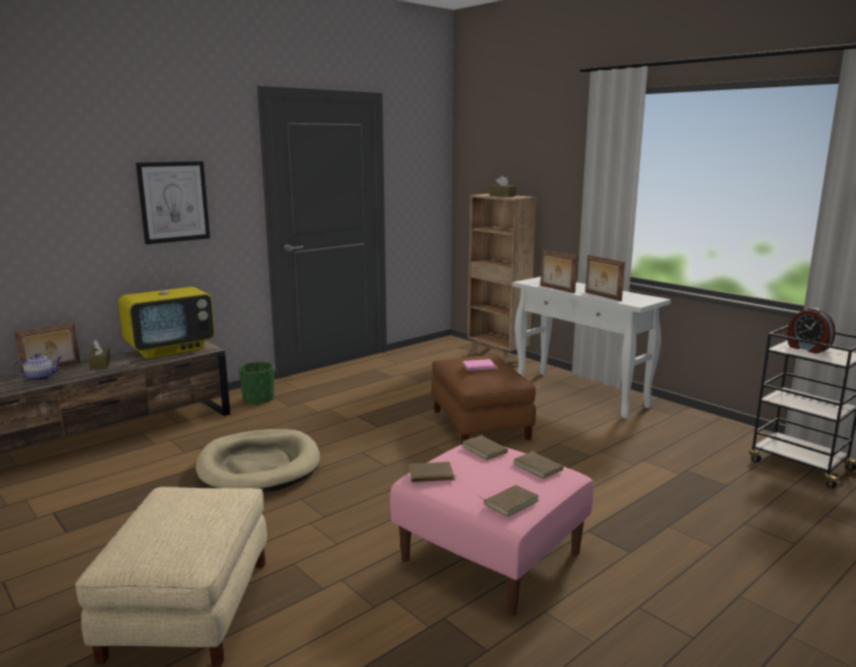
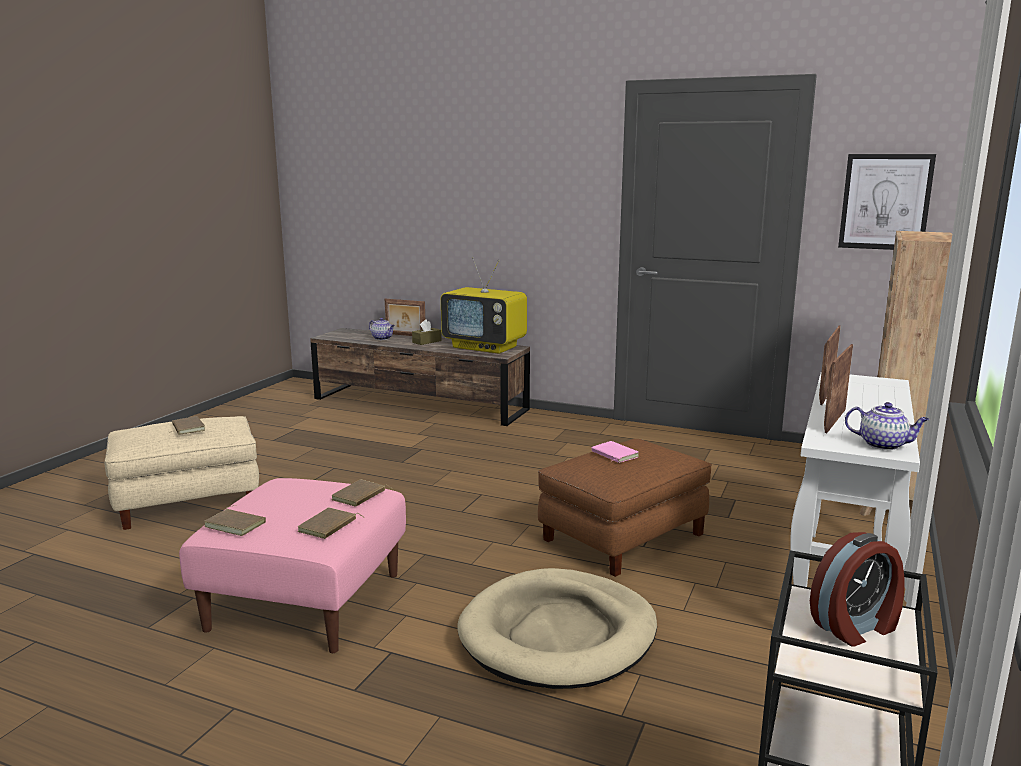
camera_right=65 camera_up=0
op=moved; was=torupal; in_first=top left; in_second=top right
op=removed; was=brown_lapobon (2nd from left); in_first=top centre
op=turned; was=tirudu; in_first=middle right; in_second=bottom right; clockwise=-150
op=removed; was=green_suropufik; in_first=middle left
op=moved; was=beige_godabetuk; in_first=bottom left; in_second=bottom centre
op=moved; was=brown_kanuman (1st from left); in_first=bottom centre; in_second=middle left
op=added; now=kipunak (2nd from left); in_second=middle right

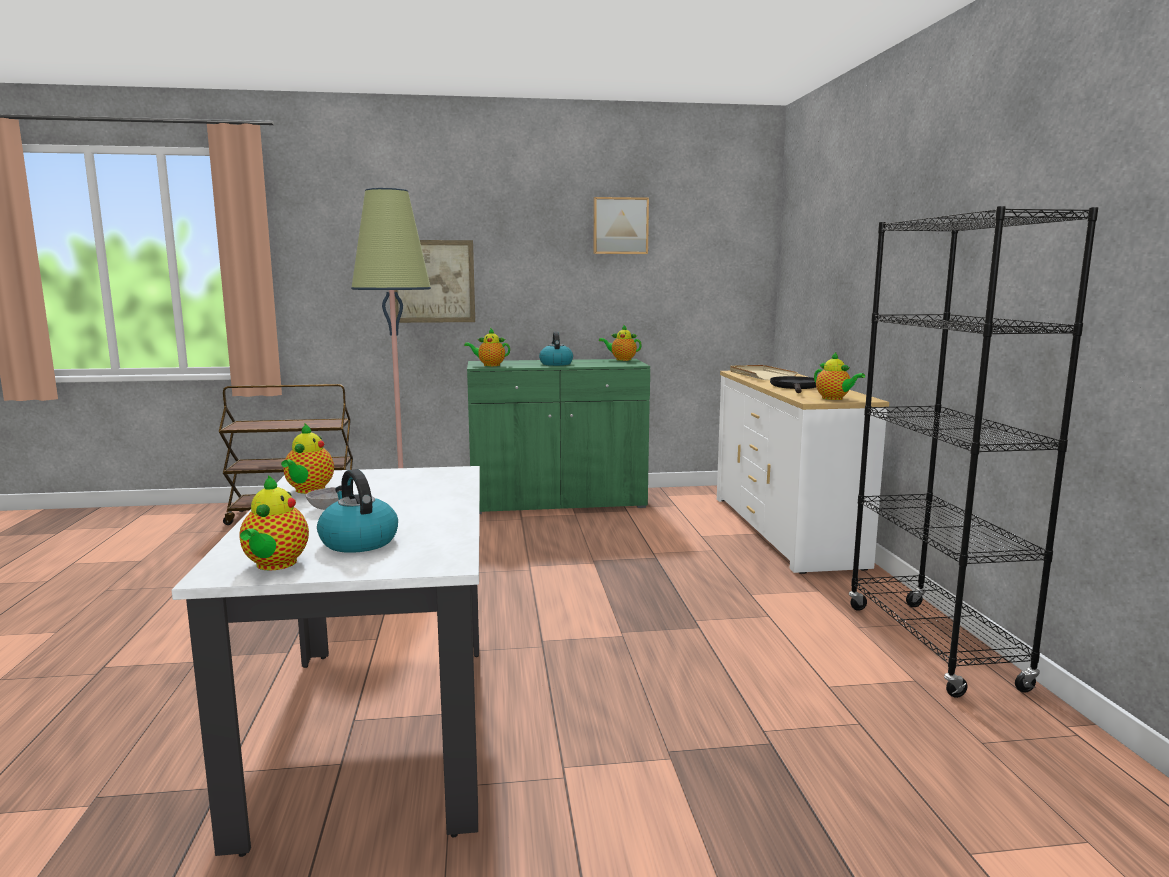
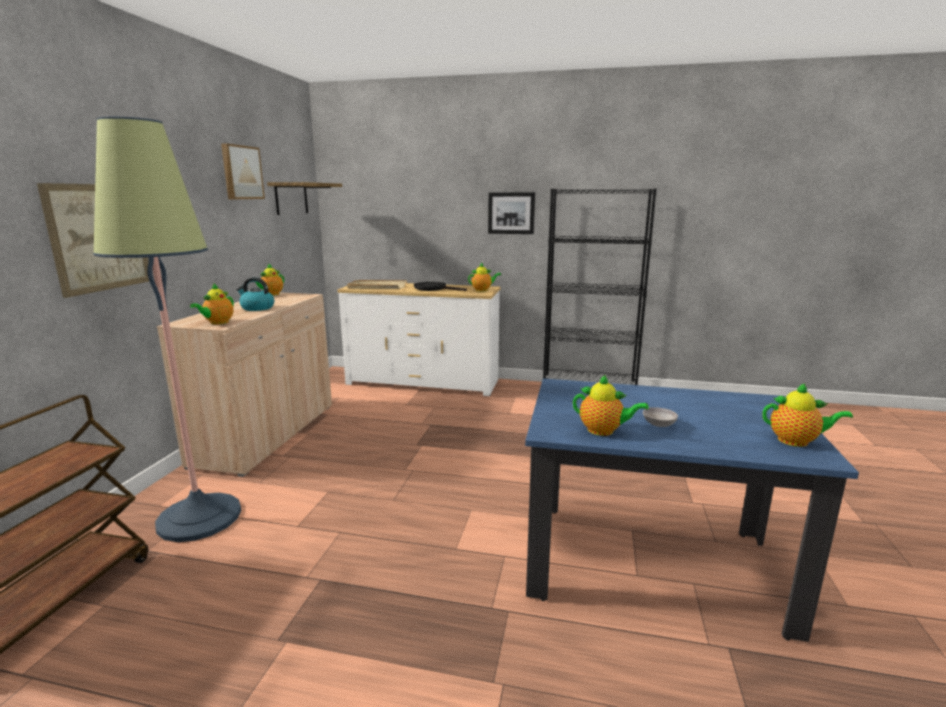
camera_right=-70 camera_up=5
op=recoloured; was=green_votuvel; now=beige_votuvel; in_first=centre; in_second=middle left
op=recoloured; was=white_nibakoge; now=blue_nibakoge; in_first=bottom left; in_second=bottom right
op=removed; was=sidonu (1st from left); in_first=middle left
op=added; now=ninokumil; in_second=top left
op=added; now=torupal (3rd from left); in_second=top centre

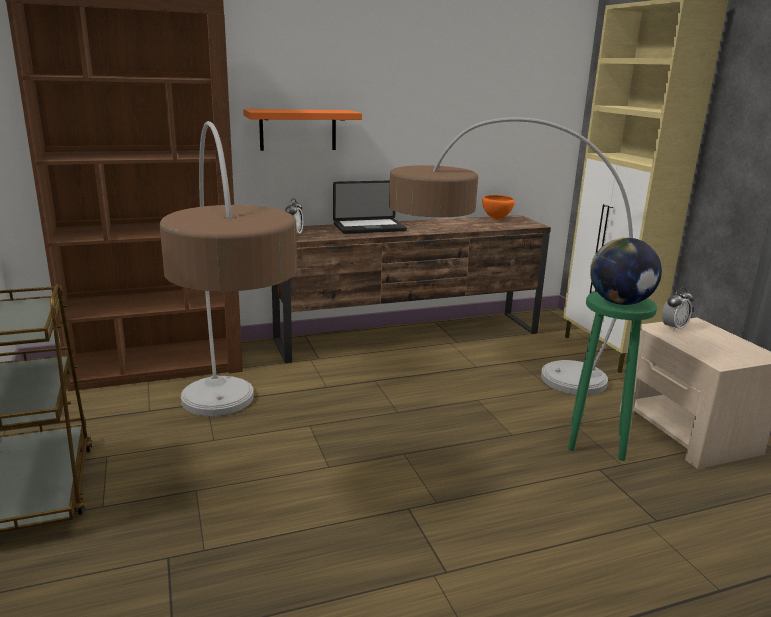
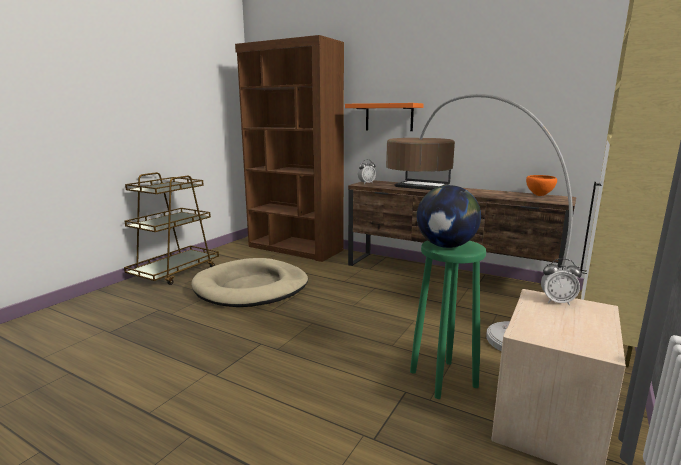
camera_right=50 camera_up=-5
op=replaced; was=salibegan (1st from left); now=beige_godabetuk; in_first=middle left; in_second=centre

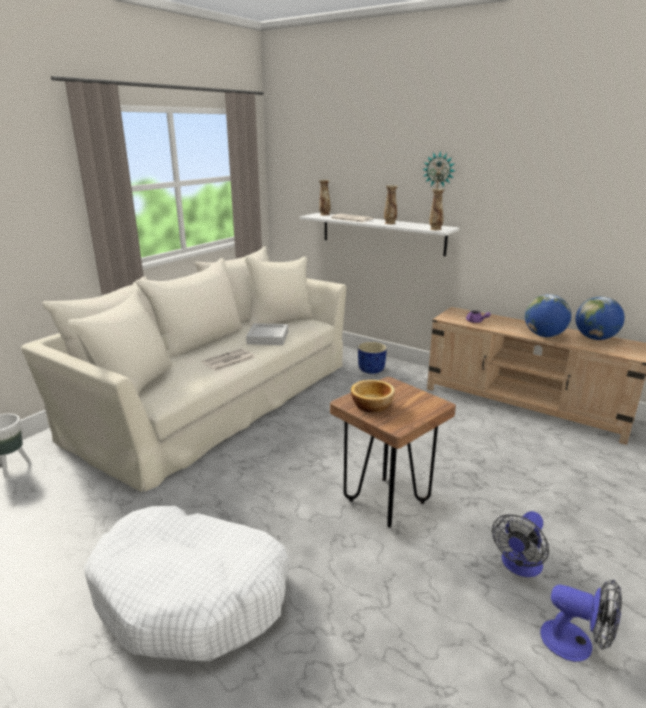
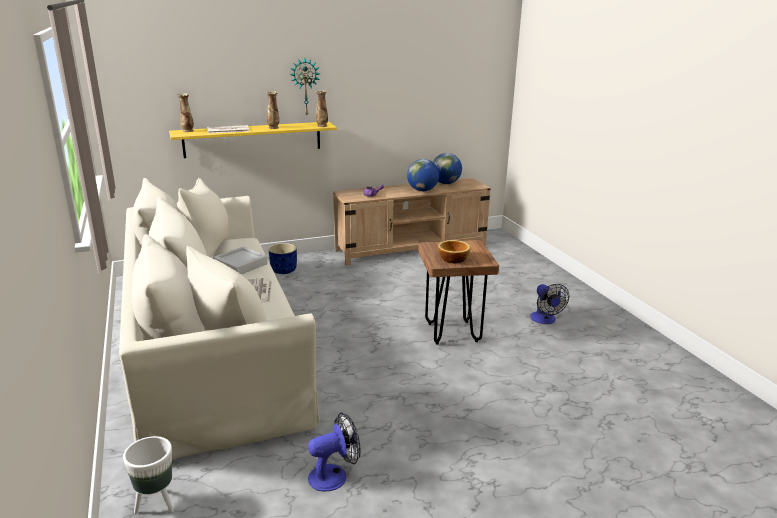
camera_right=-55 camera_up=0
op=recoloured; was=white_ninokumil; now=yellow_ninokumil; in_first=top centre; in_second=top left
op=removed; was=white_godabetuk; in_first=bottom left
op=moved; was=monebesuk (2nd from left in the first image); now=monebesuk (1st from left); in_first=bottom right; in_second=bottom centre

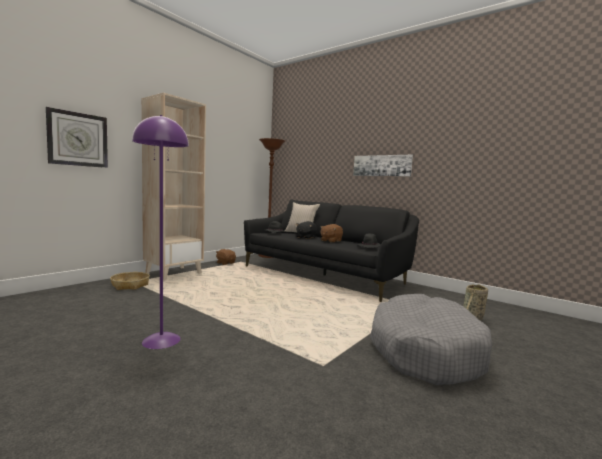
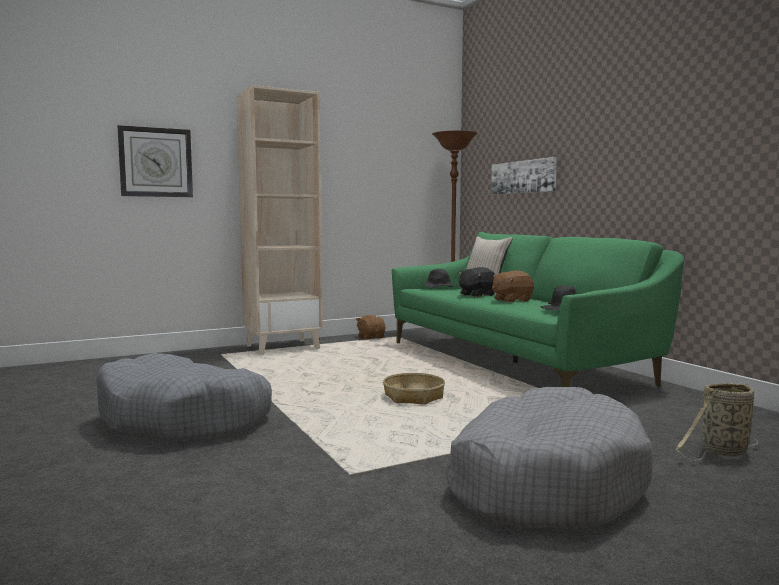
camera_right=25 camera_up=0
op=replaced; was=purple_salibegan; now=grey_godabetuk (1st from left); in_first=middle left; in_second=bottom left
op=moved; was=torupal; in_first=centre; in_second=top right
op=recoloured; was=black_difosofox; now=green_difosofox; in_first=centre; in_second=middle right
op=moved; was=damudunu (1st from left); in_first=middle left; in_second=centre

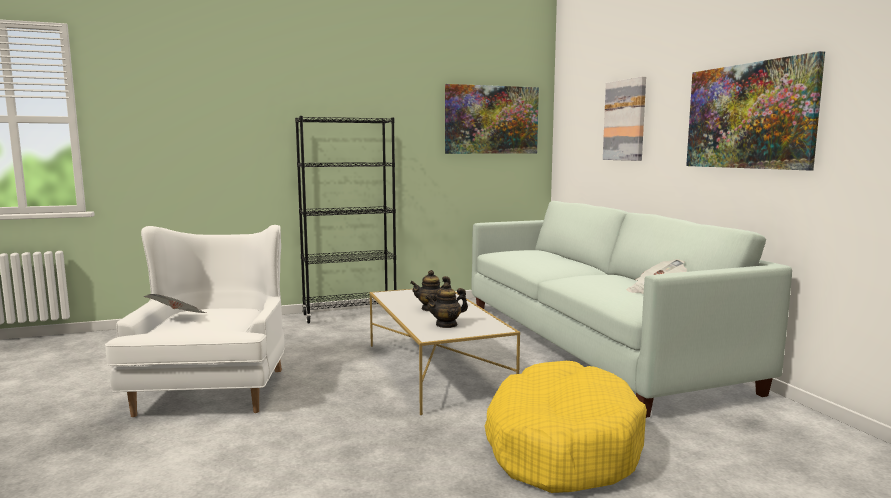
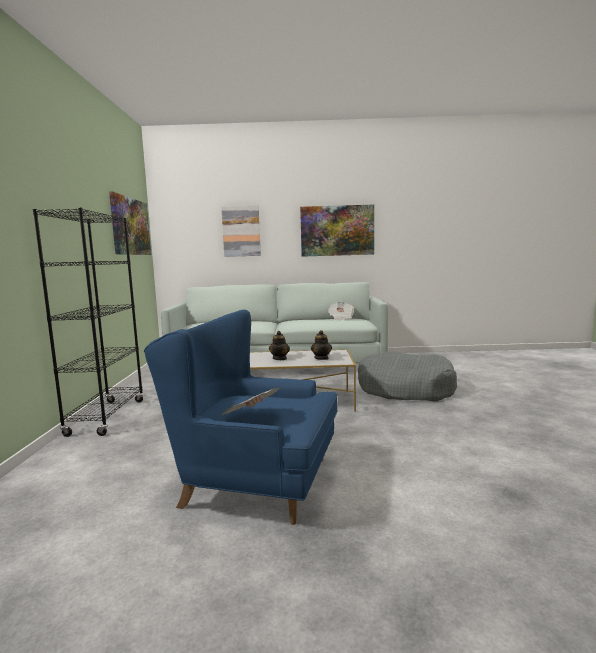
camera_right=-70 camera_up=0
op=recoloured; was=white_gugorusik; now=blue_gugorusik; in_first=middle left; in_second=centre
op=recoloured; was=yellow_godabetuk; now=grey_godabetuk; in_first=bottom centre; in_second=middle right

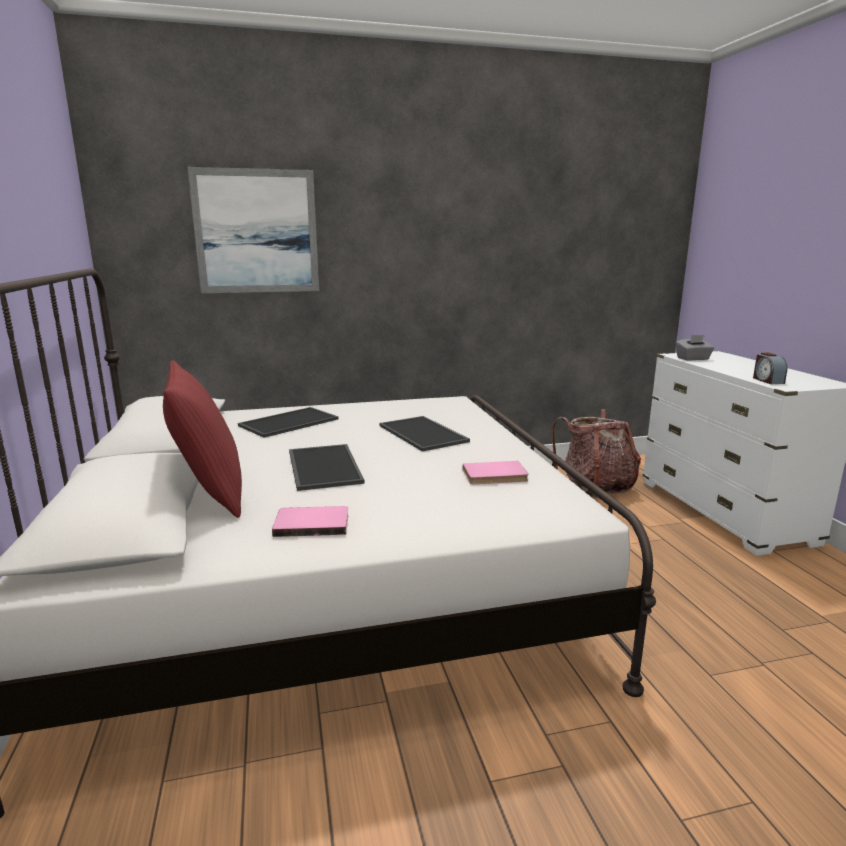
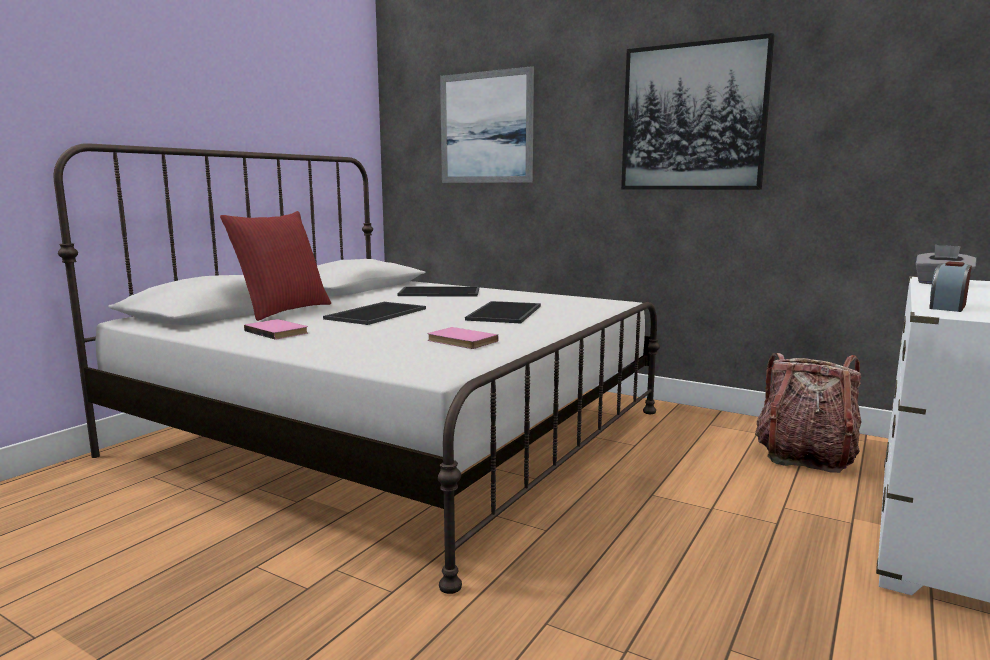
camera_right=45 camera_up=-5
op=added; now=torupal (2nd from left); in_second=top right

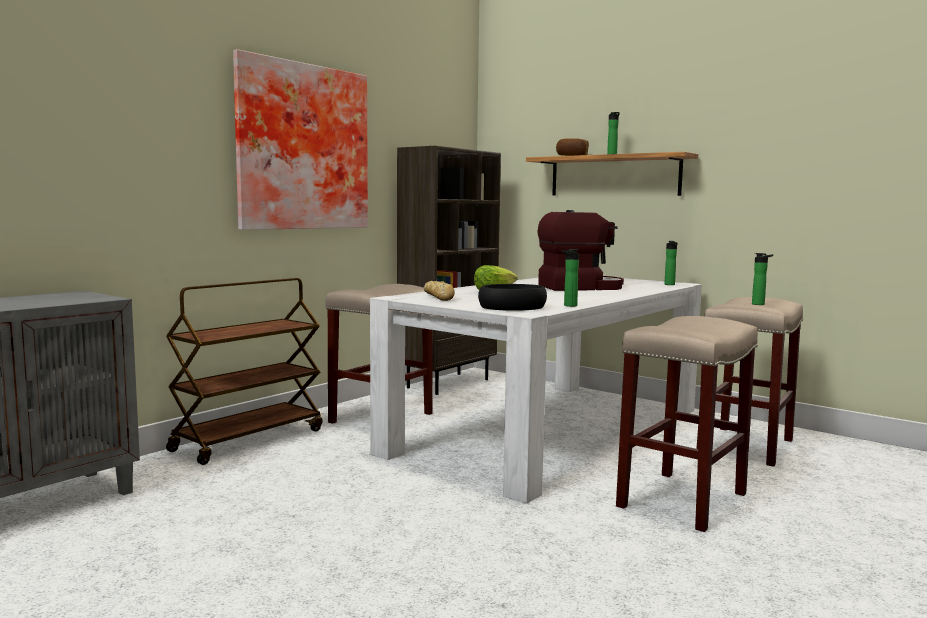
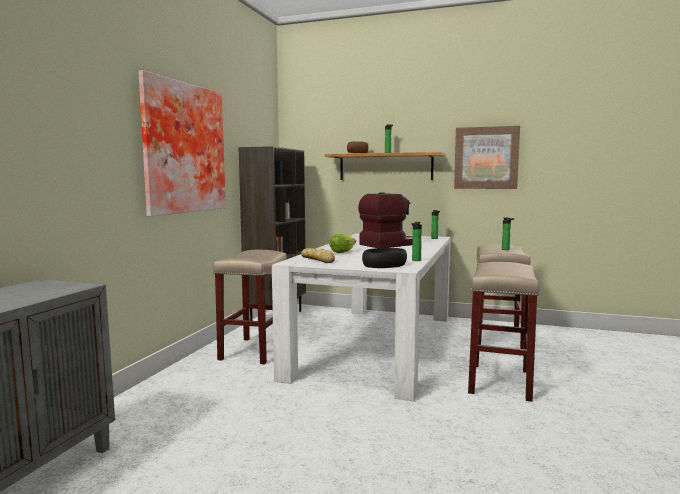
camera_right=-20 camera_up=0
op=removed; was=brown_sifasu; in_first=middle left
op=added; now=torupal (2nd from left); in_second=top right

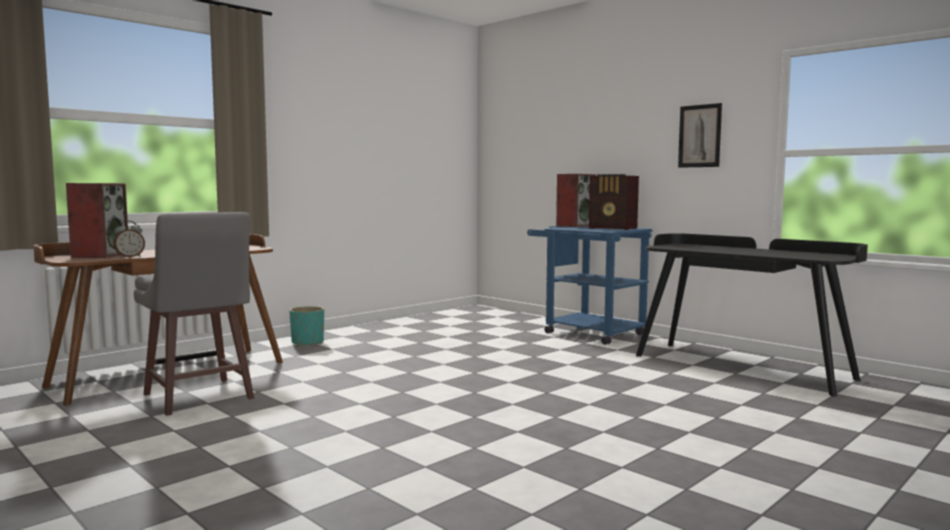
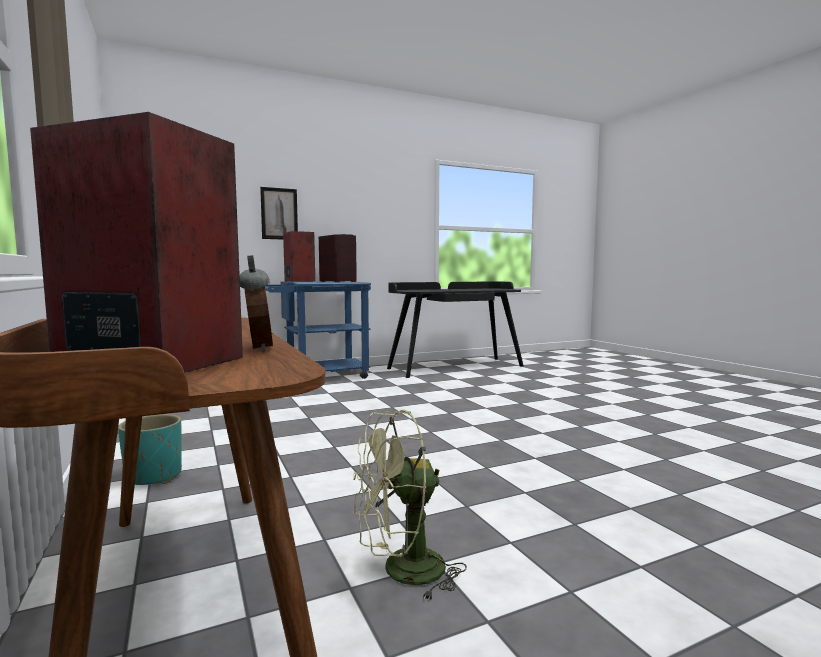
camera_right=-70 camera_up=0
op=moved; was=torupal; in_first=top right; in_second=top centre
op=turned; was=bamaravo; in_first=centre; in_second=centre; clockwise=-90
op=replaced; was=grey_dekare; now=green_monebesuk; in_first=middle left; in_second=bottom centre

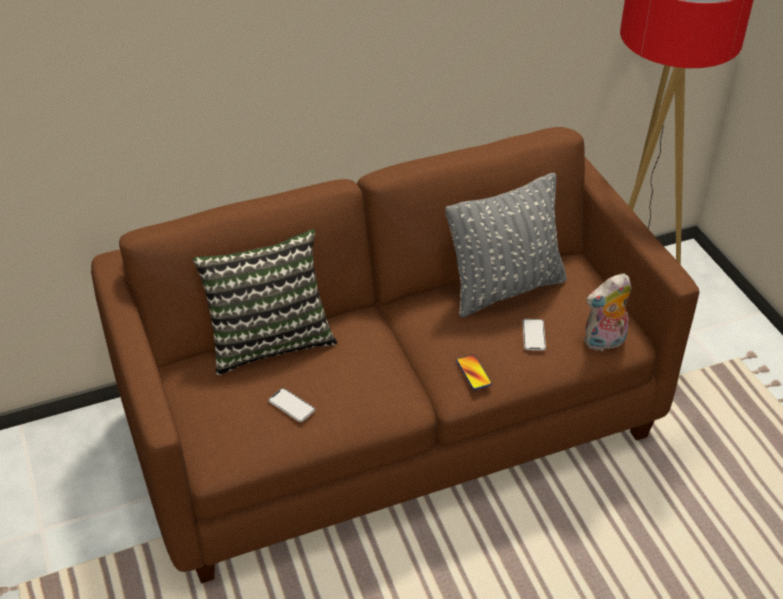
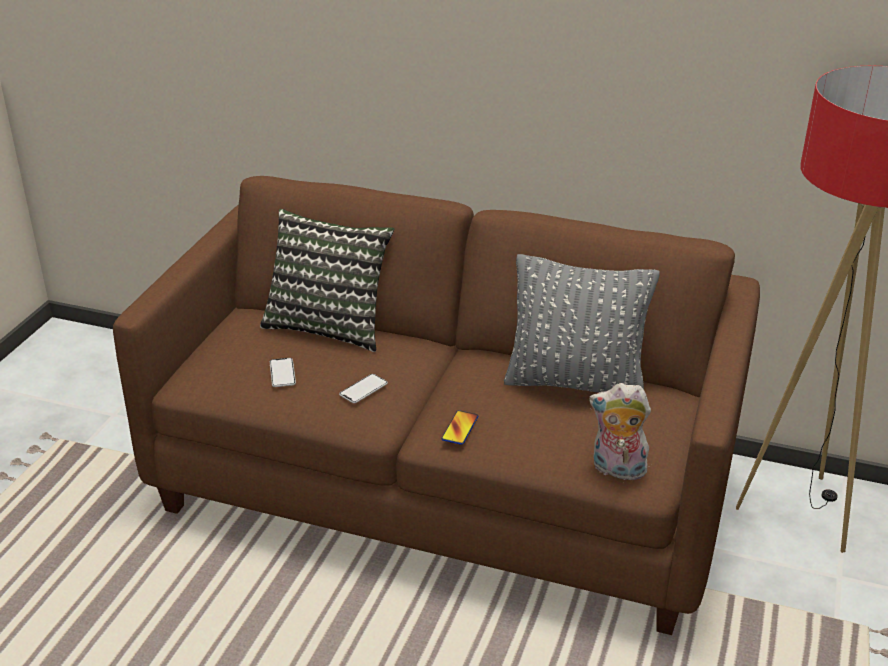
camera_right=40 camera_up=-10
op=moved; was=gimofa (3rd from left in the first image); now=gimofa (2nd from left); in_first=middle right; in_second=centre

